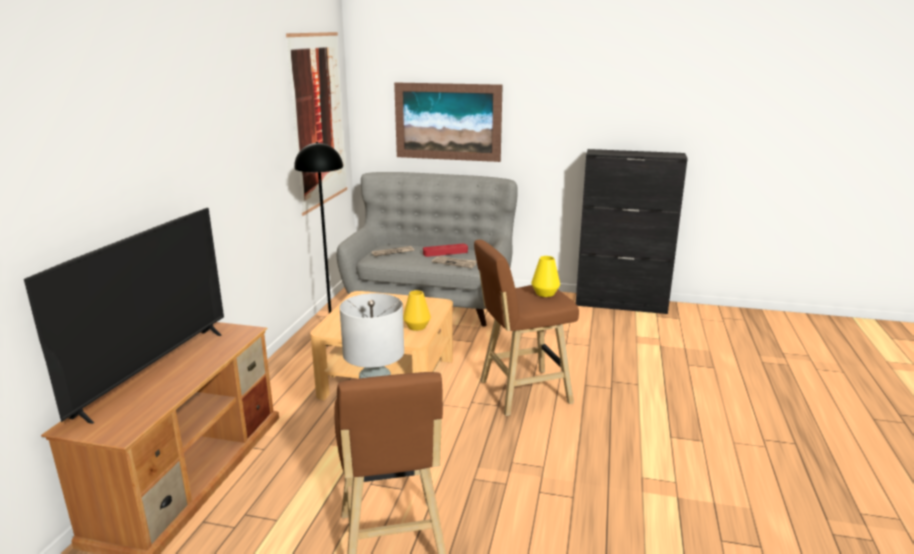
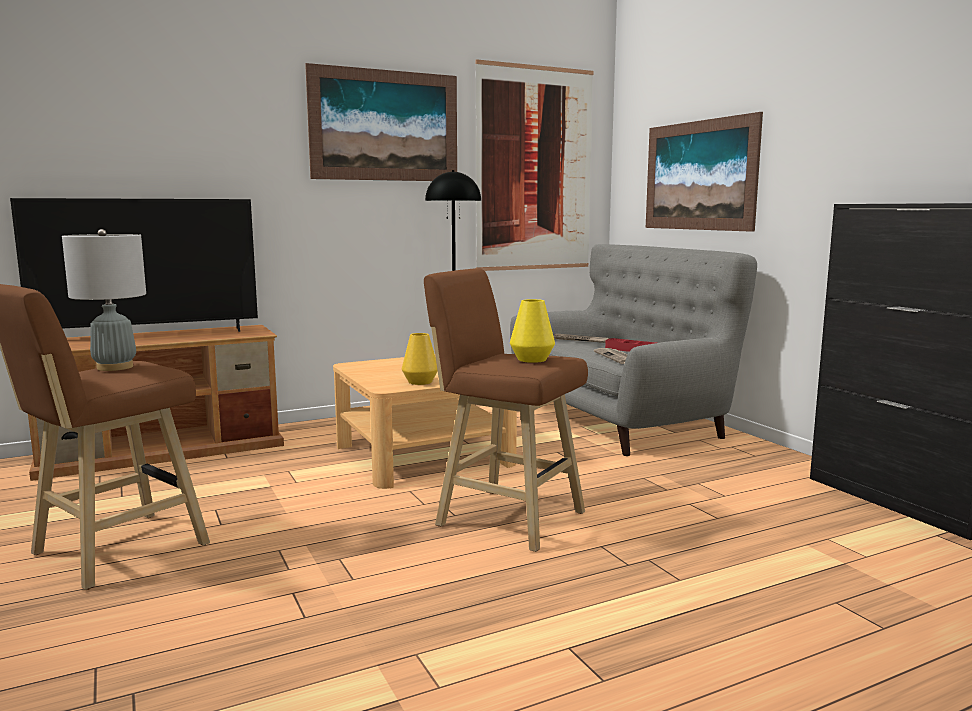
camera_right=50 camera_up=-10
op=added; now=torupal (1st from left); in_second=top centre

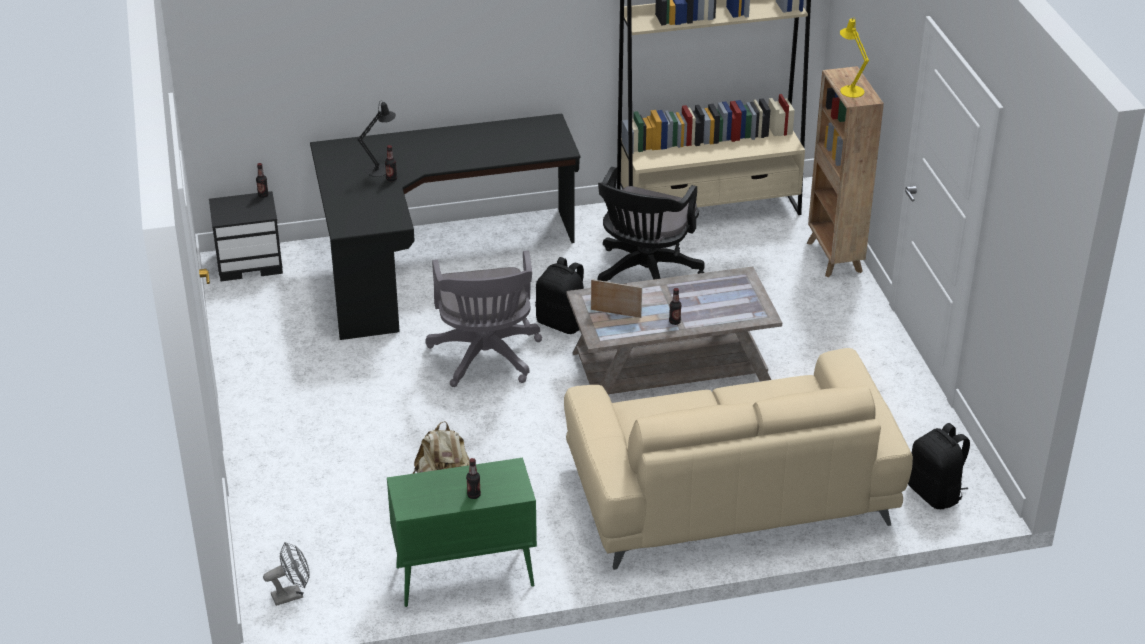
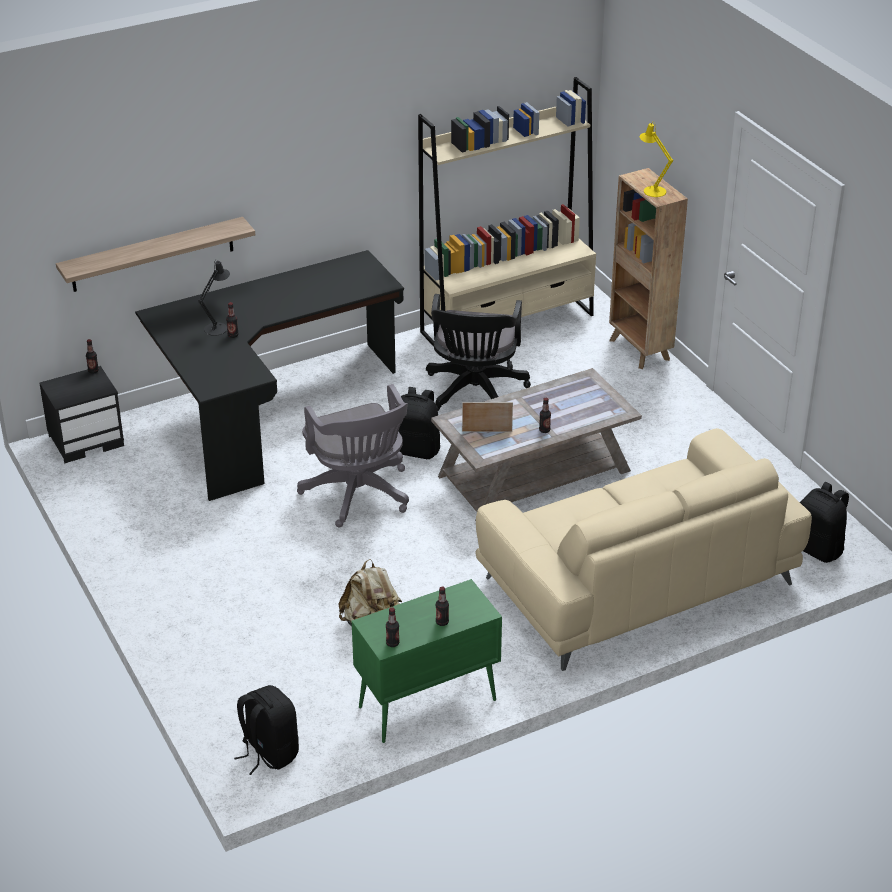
camera_right=-15 camera_up=0
op=replaced; was=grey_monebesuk; now=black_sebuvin (1st from left); in_first=bottom left; in_second=bottom left
op=added; now=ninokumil; in_second=top left
op=added; now=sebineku (3rd from left); in_second=bottom centre

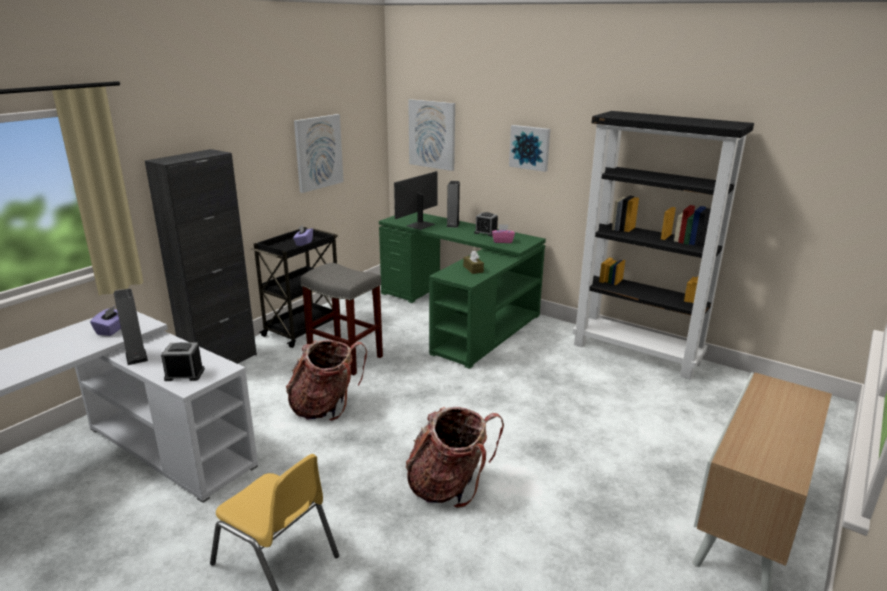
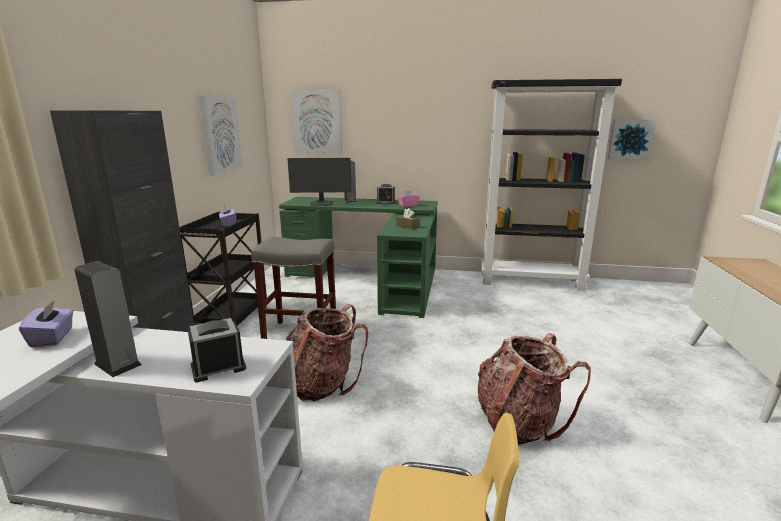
camera_right=-25 camera_up=-5
op=moved; was=torupal (3rd from left); in_first=top centre; in_second=top right
op=turned; was=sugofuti; in_first=centre; in_second=centre; clockwise=-105

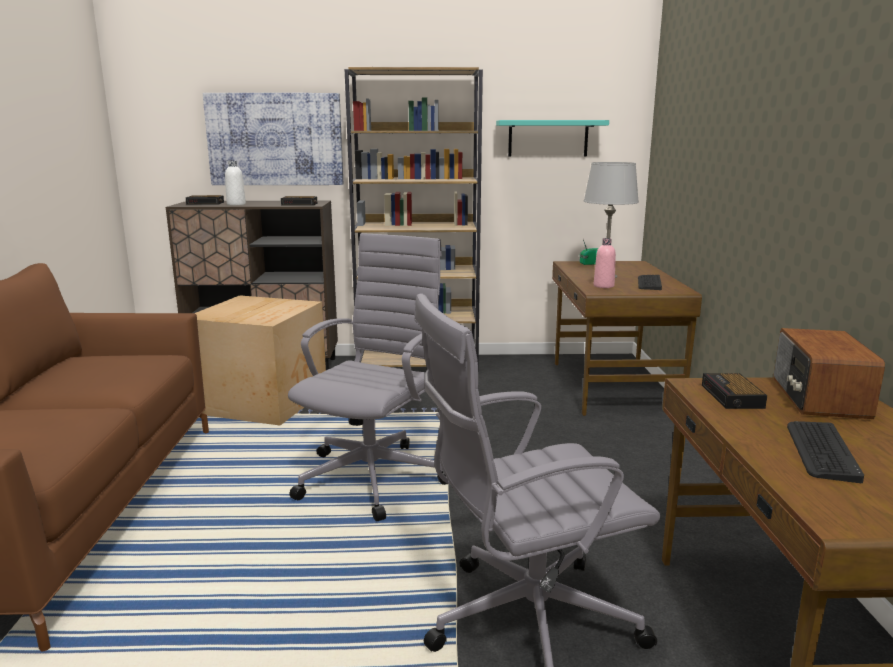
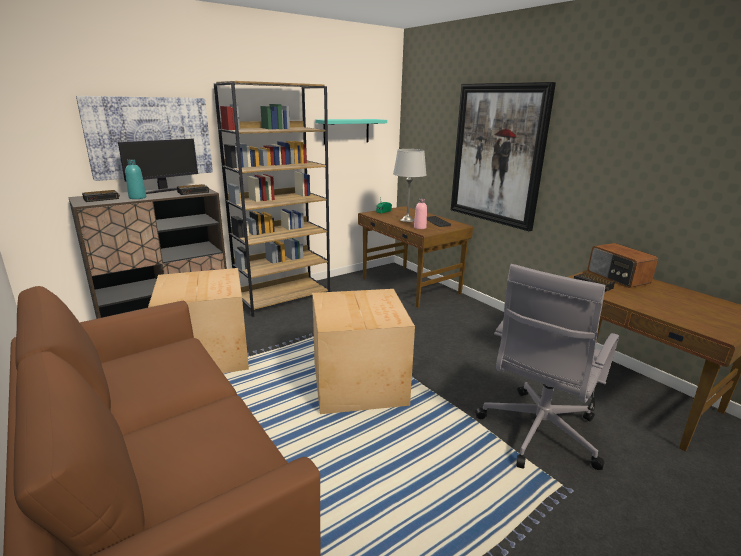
camera_right=-35 camera_up=5
op=recoloured; was=white_sebineku; now=turquoise_sebineku; in_first=top left; in_second=top left
op=replaced; was=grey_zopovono (1st from left); now=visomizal (2nd from left); in_first=centre; in_second=centre
op=removed; was=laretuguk (2nd from left); in_first=bottom right
op=added; now=torupal (2nd from left); in_second=top right
op=added; now=sugofuti; in_second=top left

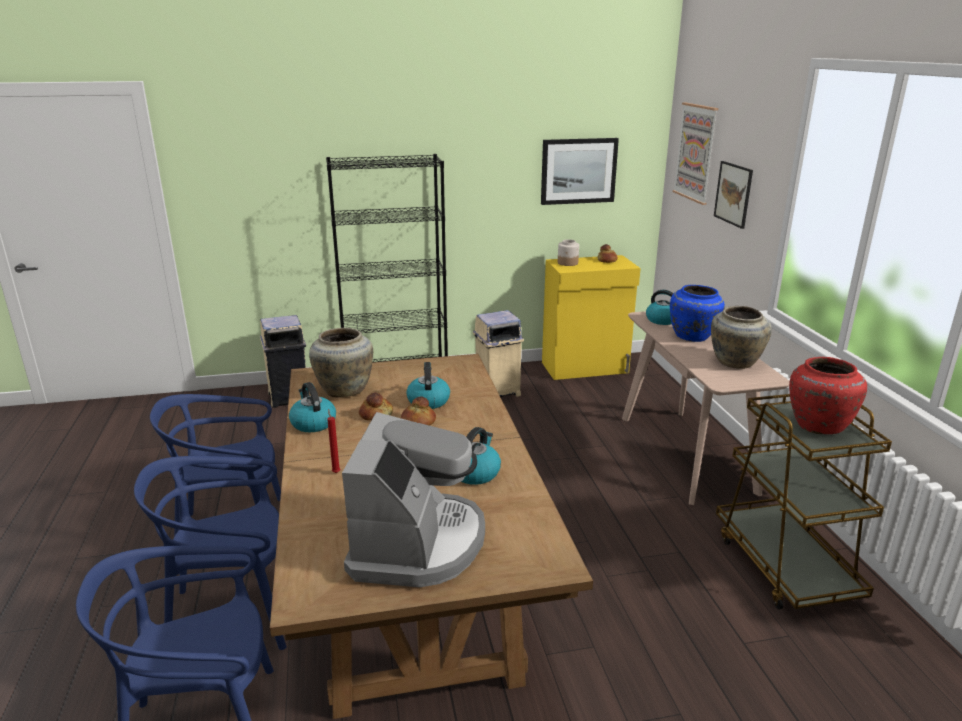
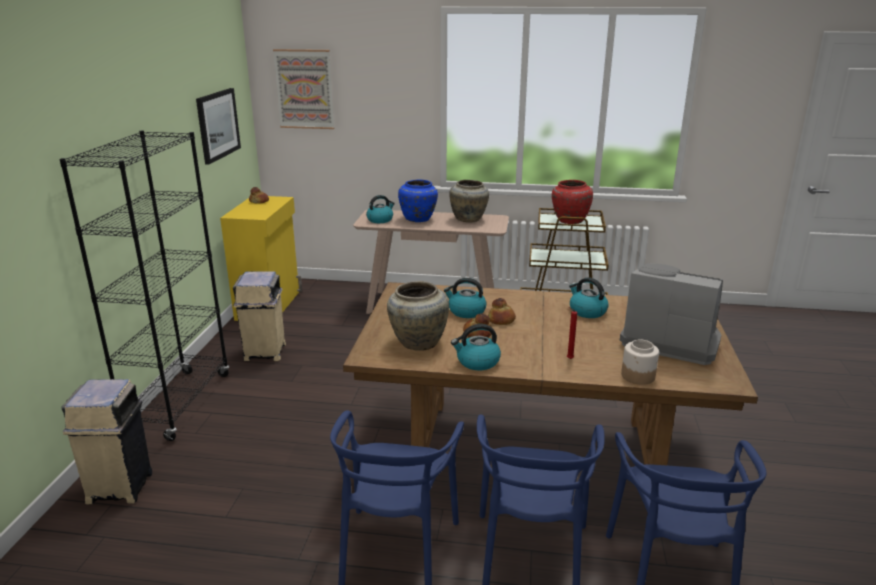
camera_right=-70 camera_up=0
op=removed; was=torupal (3rd from left); in_first=top right
op=moved; was=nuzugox; in_first=centre; in_second=middle right

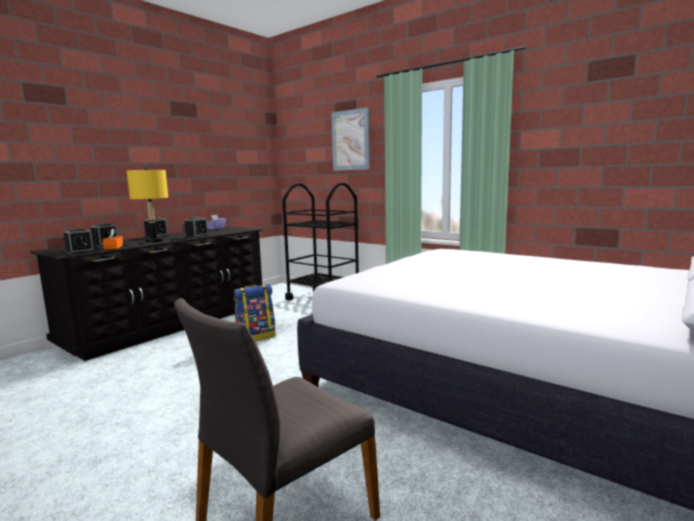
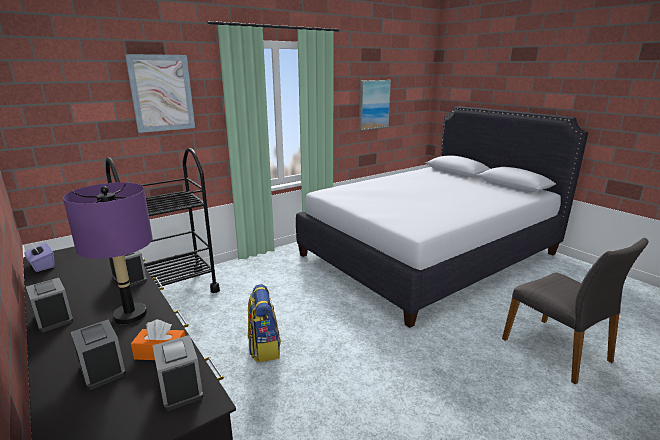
camera_right=-75 camera_up=10
op=recoloured; was=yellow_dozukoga; now=purple_dozukoga; in_first=middle left; in_second=middle left
op=added; now=torupal (2nd from left); in_second=top centre

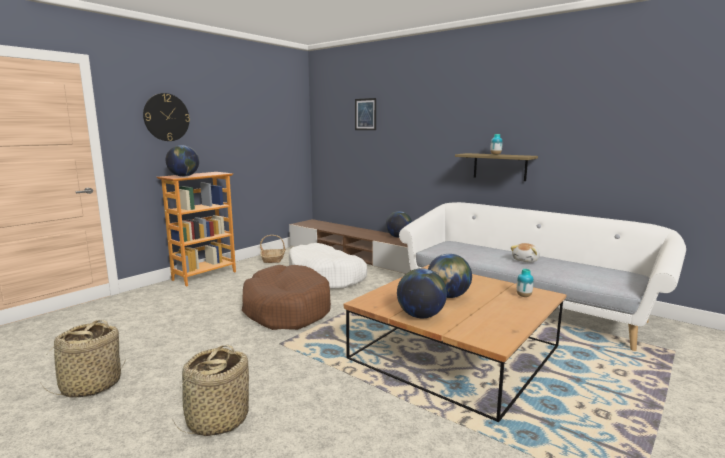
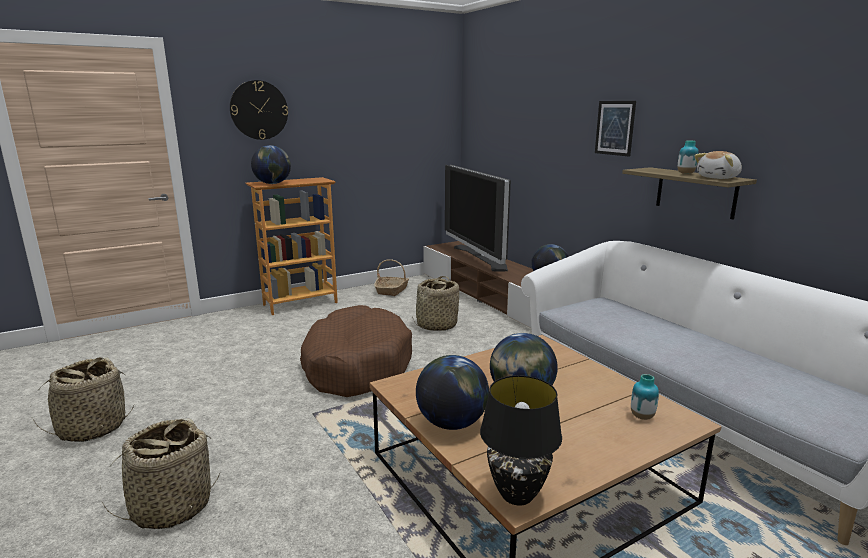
camera_right=20 camera_up=5
op=moved; was=torupal; in_first=top centre; in_second=top right
op=replaced; was=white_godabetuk; now=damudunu (4th from left); in_first=centre; in_second=centre
op=moved; was=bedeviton; in_first=middle right; in_second=top right
op=added; now=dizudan; in_second=centre
op=added; now=black_dozukoga; in_second=bottom centre

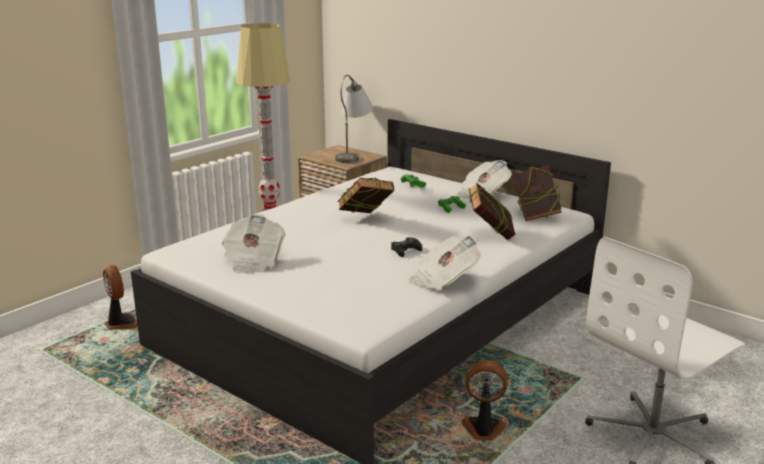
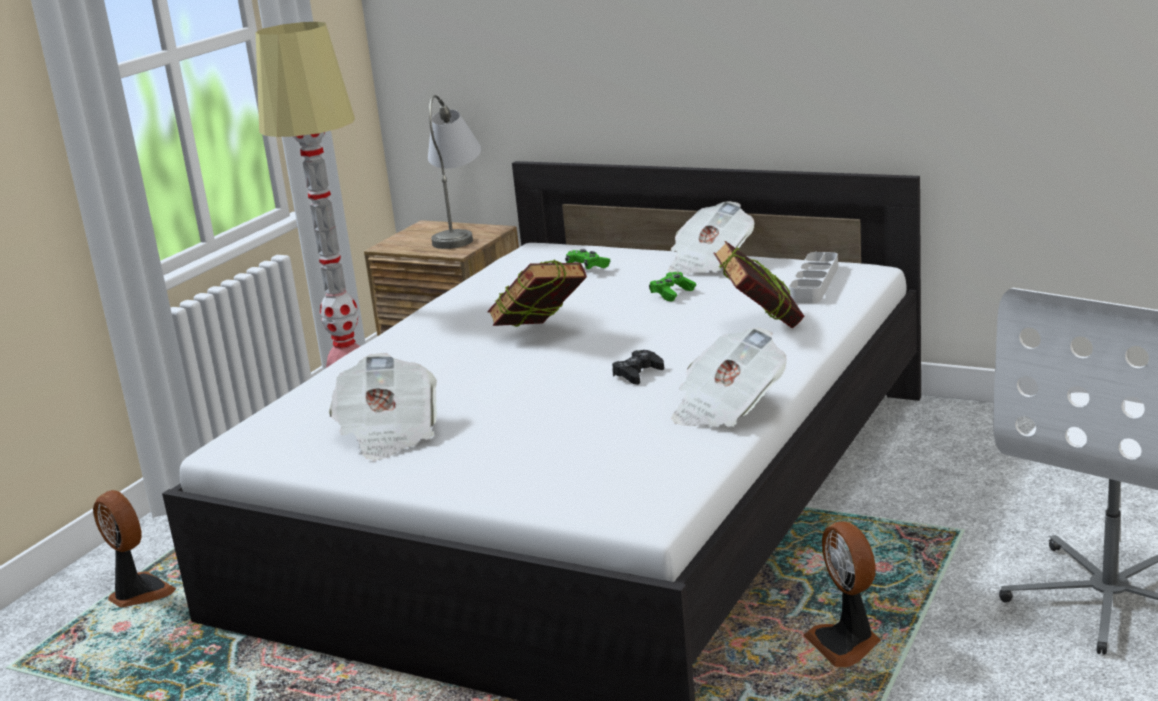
camera_right=-10 camera_up=0
op=replaced; was=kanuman (3rd from left); now=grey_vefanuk; in_first=middle right; in_second=middle right
op=turned; was=monebesuk (2nd from left); in_first=bottom centre; in_second=bottom right; clockwise=-105

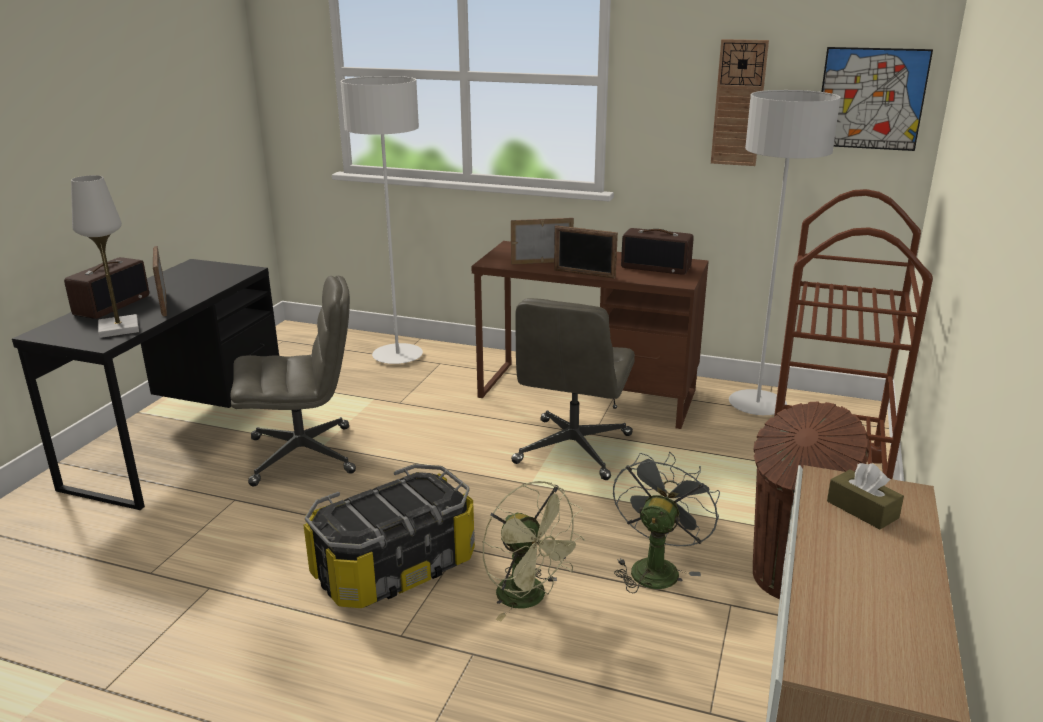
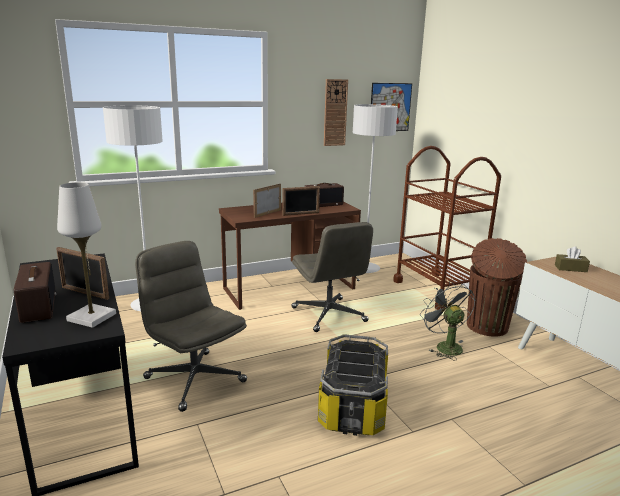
camera_right=-45 camera_up=-5
op=turned; was=grey_zopovono (1st from left); in_first=middle left; in_second=middle left; clockwise=-75
op=removed; was=green_monebesuk; in_first=bottom centre

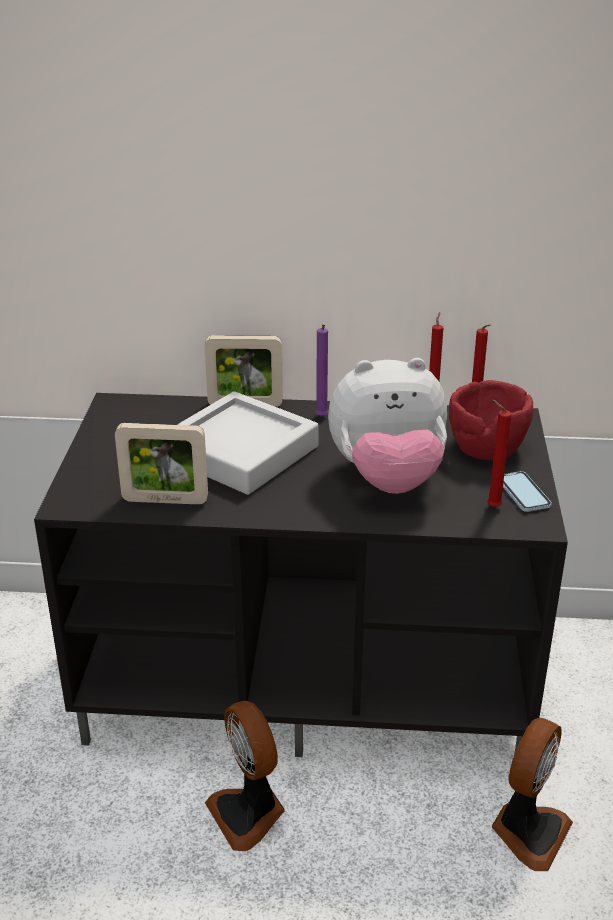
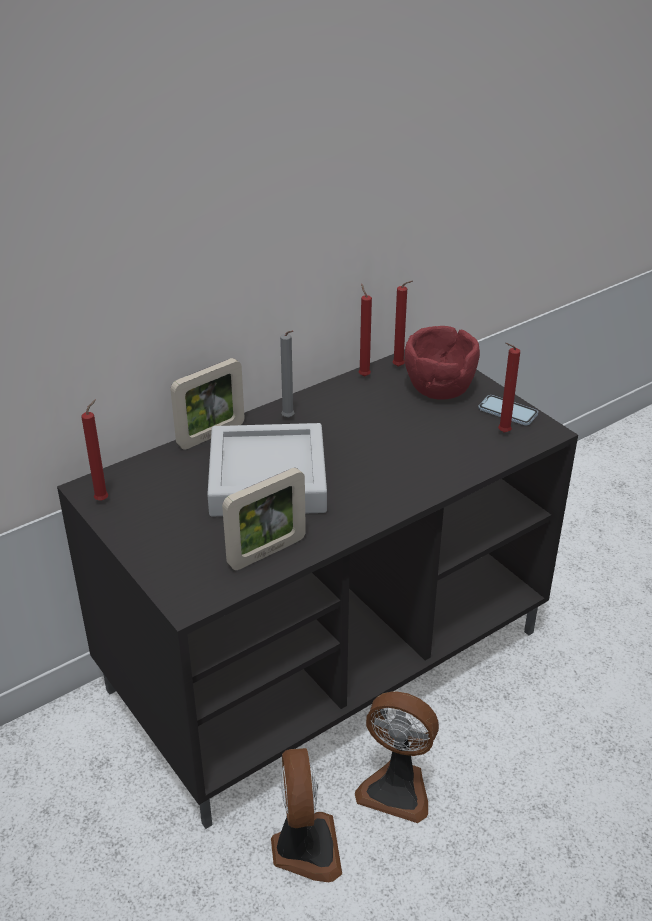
camera_right=-40 camera_up=5
op=recoloured; was=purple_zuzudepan; now=grey_zuzudepan; in_first=centre; in_second=centre
op=removed; was=bedeviton; in_first=centre
op=moved; was=monebesuk (2nd from left in the first image); now=monebesuk (1st from left); in_first=bottom right; in_second=bottom centre
op=added; now=red_zuzudepan (1st from left); in_second=middle left

